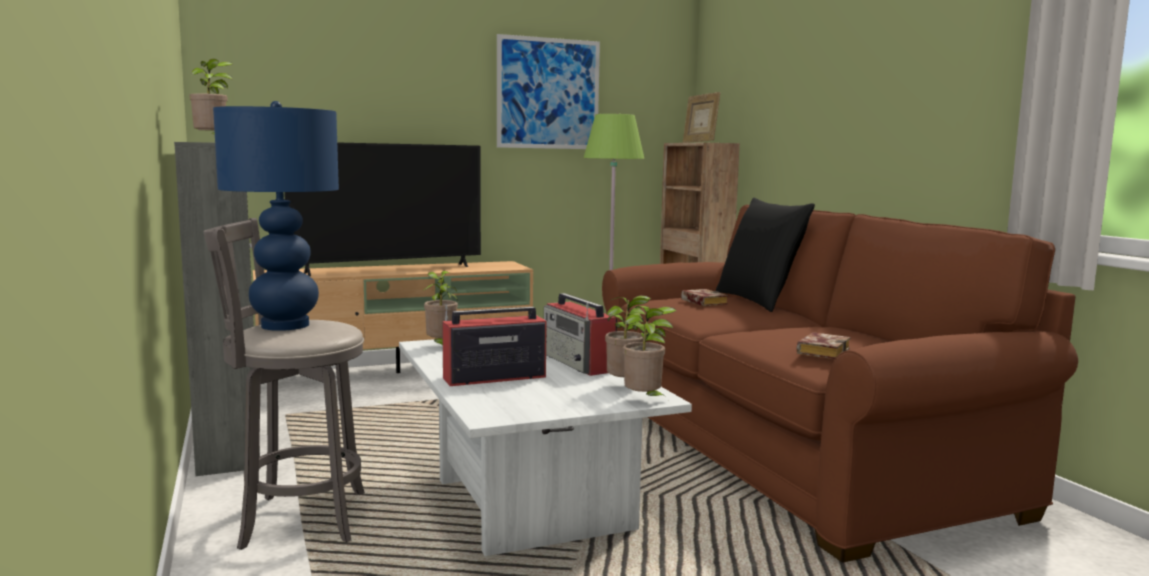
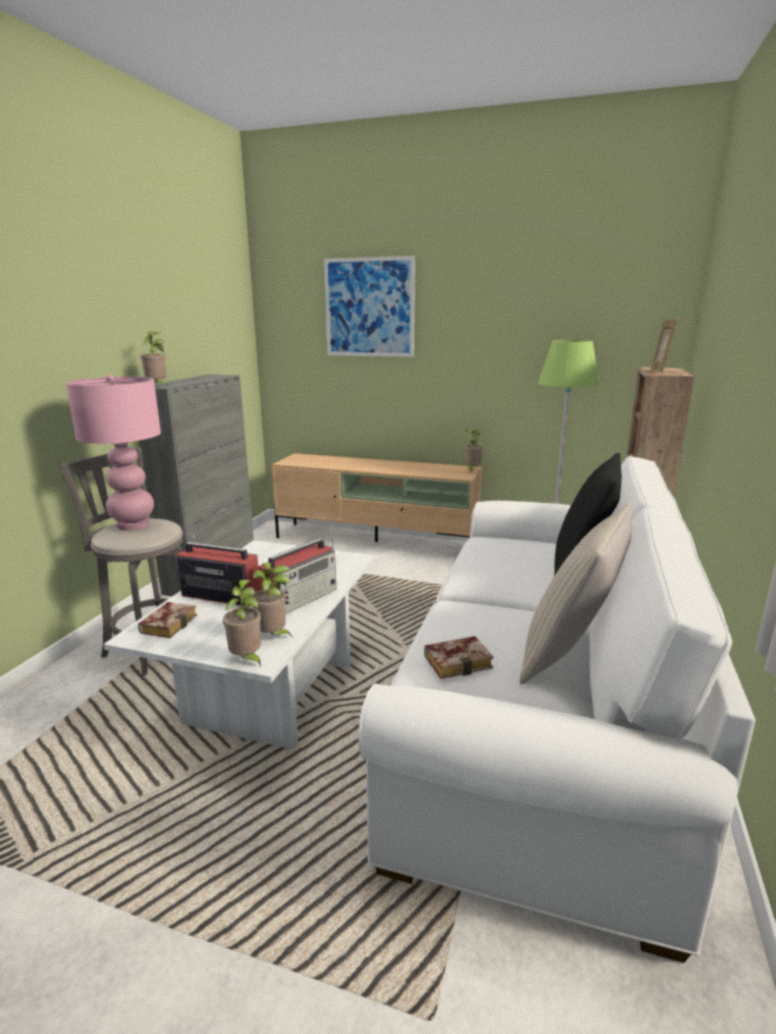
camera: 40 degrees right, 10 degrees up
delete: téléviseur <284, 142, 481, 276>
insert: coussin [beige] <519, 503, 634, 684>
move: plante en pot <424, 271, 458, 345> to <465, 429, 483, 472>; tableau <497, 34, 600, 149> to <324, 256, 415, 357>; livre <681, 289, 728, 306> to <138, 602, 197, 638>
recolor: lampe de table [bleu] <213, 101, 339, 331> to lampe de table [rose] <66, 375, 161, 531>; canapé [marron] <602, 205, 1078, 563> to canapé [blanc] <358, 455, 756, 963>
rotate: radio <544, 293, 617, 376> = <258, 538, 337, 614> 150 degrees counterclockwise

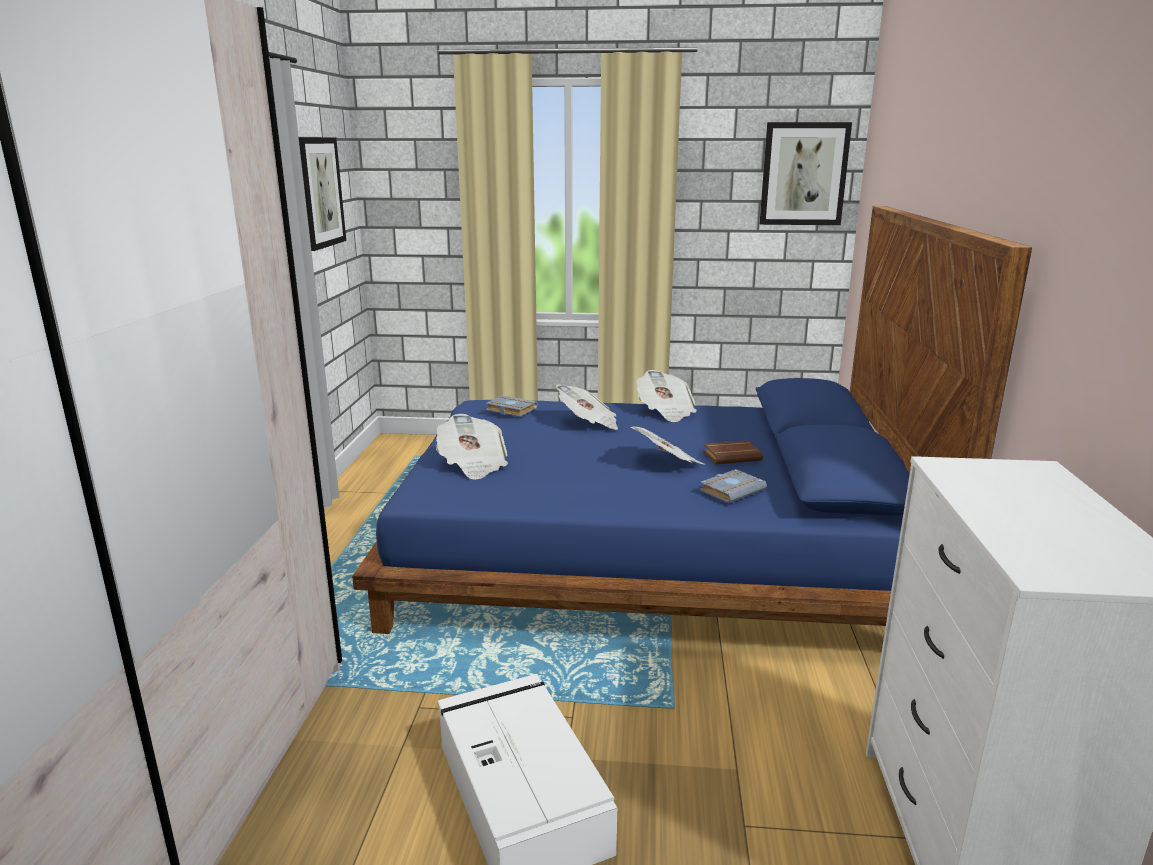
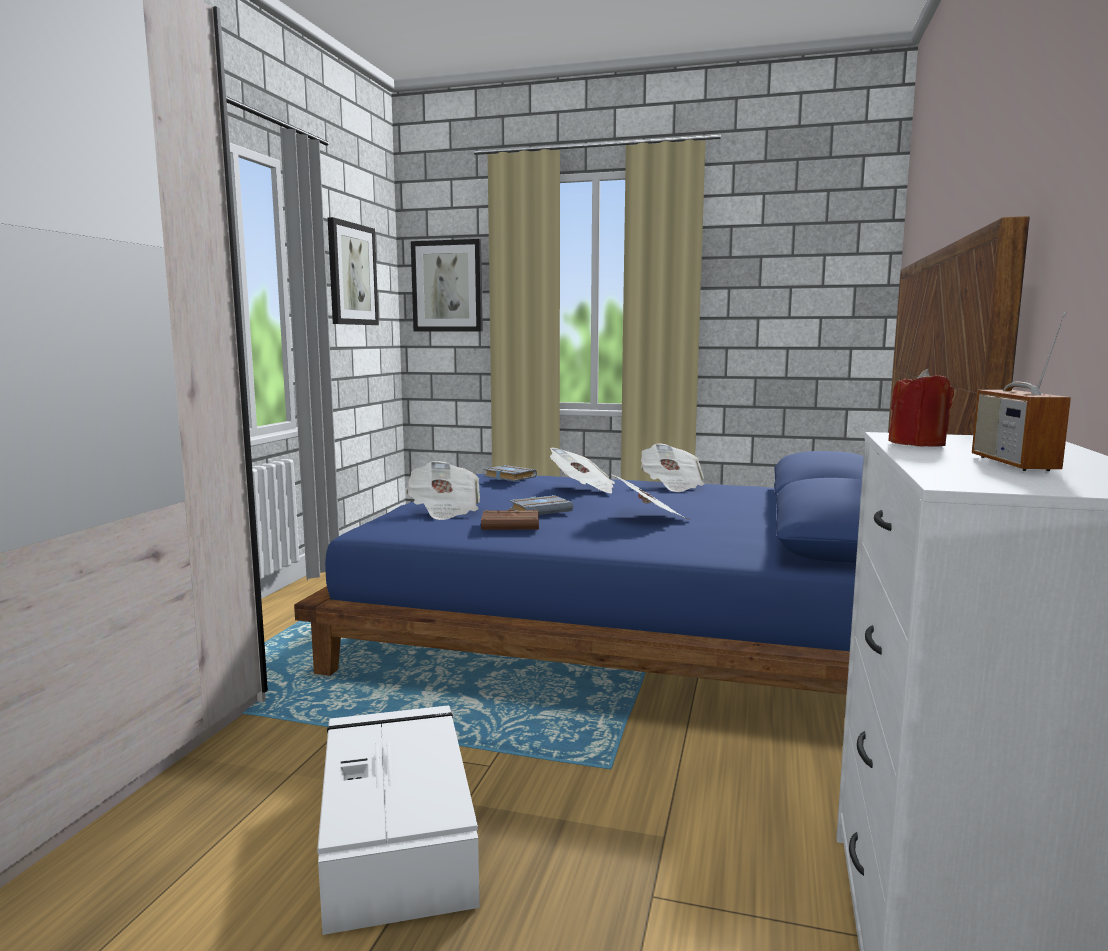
camera: 10 degrees right, 10 degrees down
insert: bougie [rouge] <888, 369, 954, 447>; radio <972, 312, 1071, 471>
move: livre [gris] <699, 469, 767, 504> to <510, 495, 573, 515>; livre [marron] <703, 441, 763, 464> to <481, 509, 539, 530>; tableau <760, 122, 852, 225> to <411, 239, 483, 332>

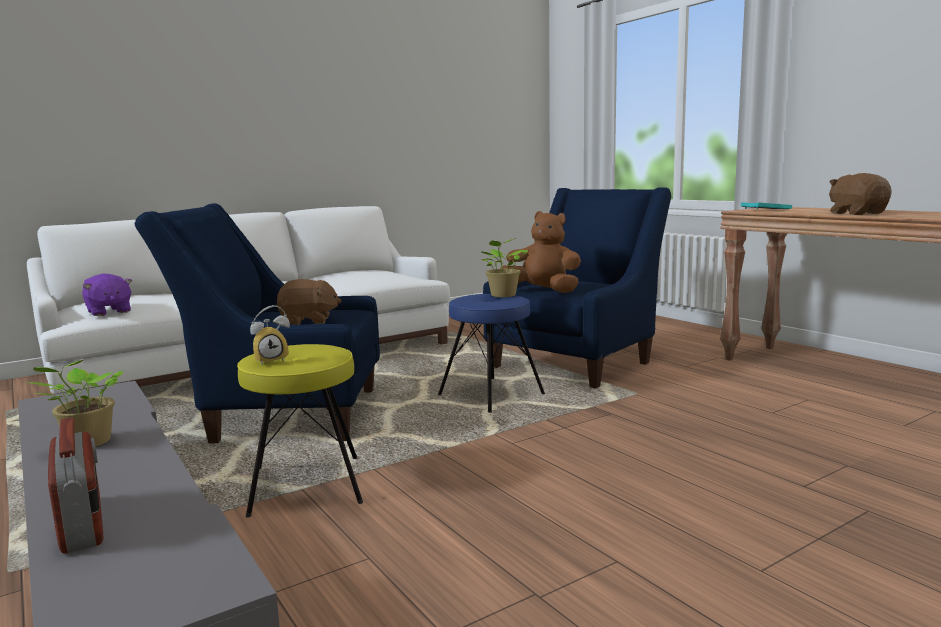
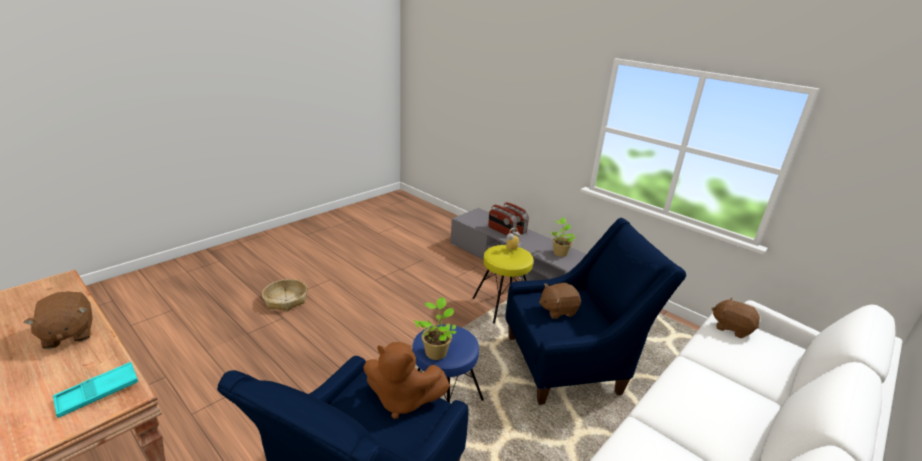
camera: 165 degrees right, 15 degrees up
insert: panier <262, 279, 307, 312>; radio <488, 205, 517, 236>
recolor: peluche [violet] <82, 274, 132, 316> to peluche [marron] <711, 297, 760, 338>

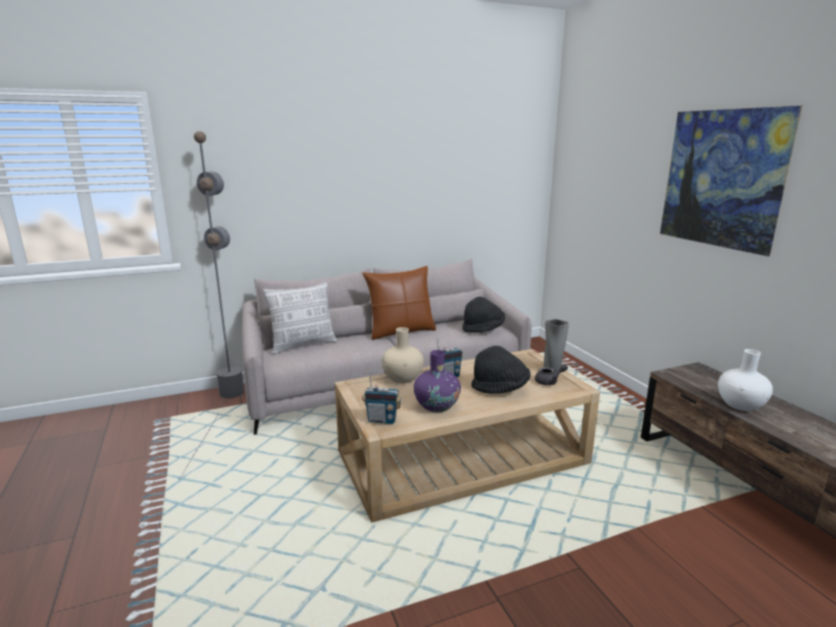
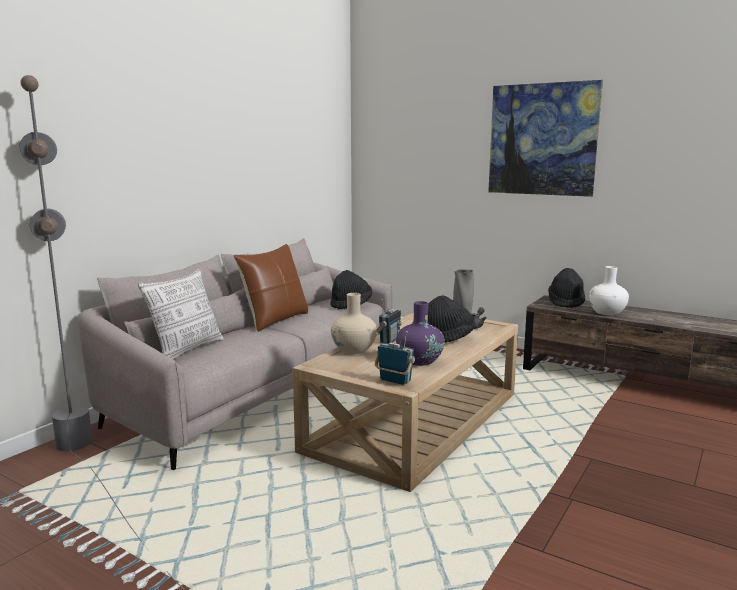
camera: 35 degrees left, 5 degrees down
insert: chapeau [noir] <548, 268, 585, 308>
rotate: radio <362, 372, 401, 424> = <375, 331, 415, 385> 120 degrees counterclockwise

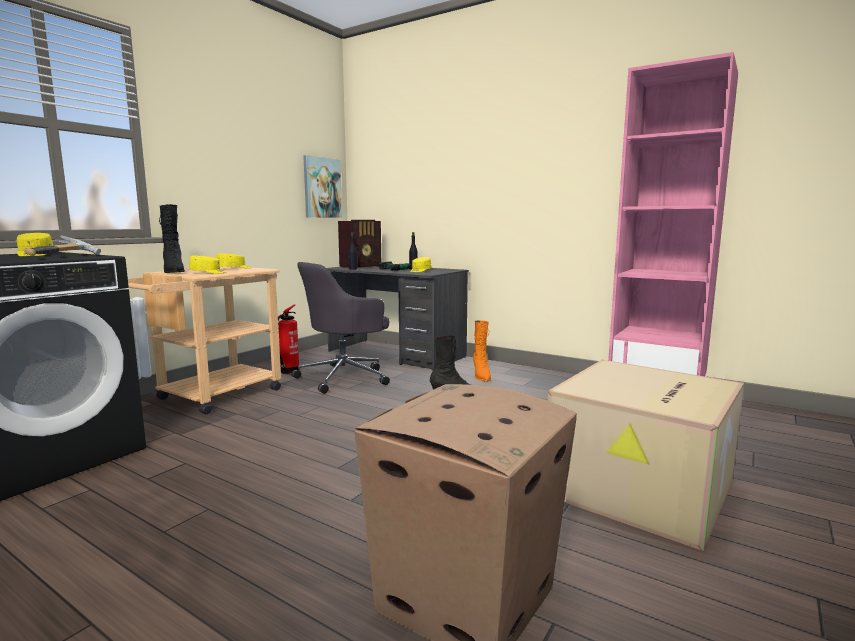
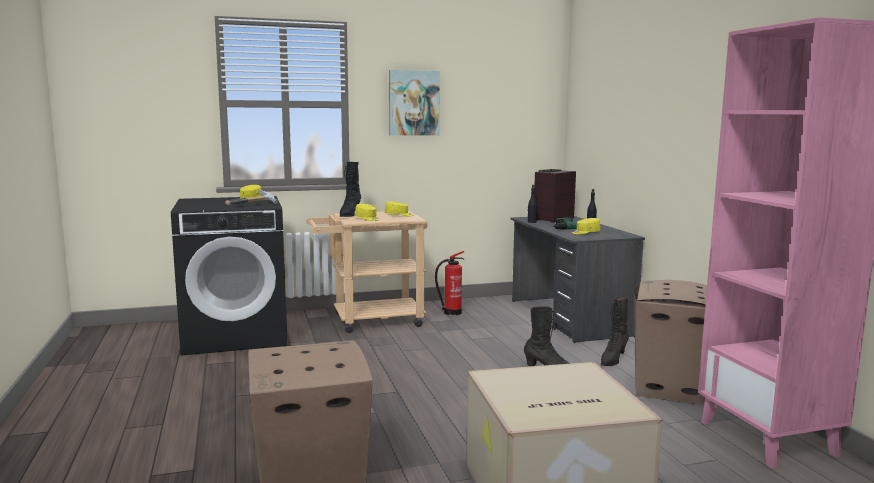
camera: 40 degrees right, 0 degrees up
delete: chaise de bureau [gris] <291, 262, 390, 393>
insert: carton <634, 280, 707, 405>
move: tableau <303, 155, 342, 218> to <389, 70, 440, 136>
recolor: botte [orange] <473, 321, 491, 381> to botte [noir] <601, 297, 629, 366>
rotate: radio <338, 220, 381, 268> = <534, 169, 576, 223> 135 degrees clockwise

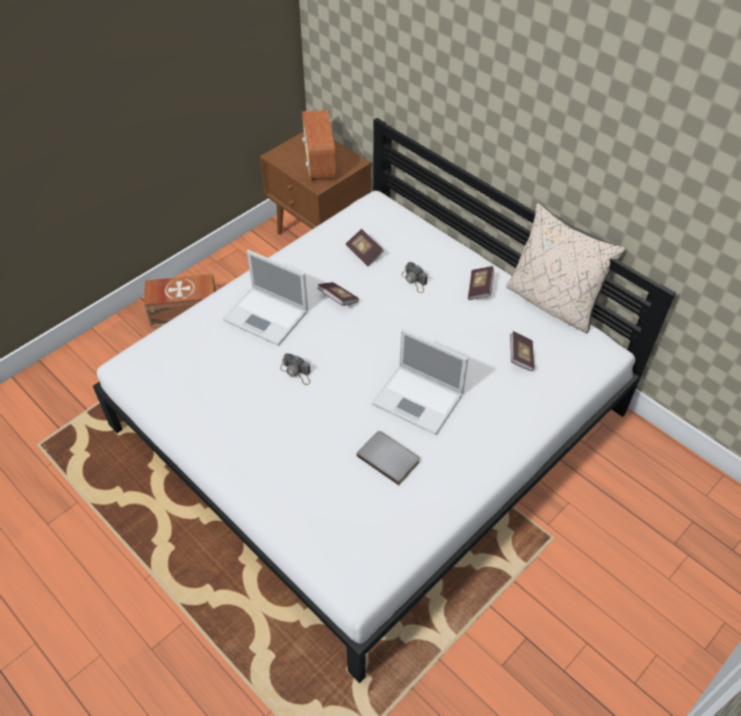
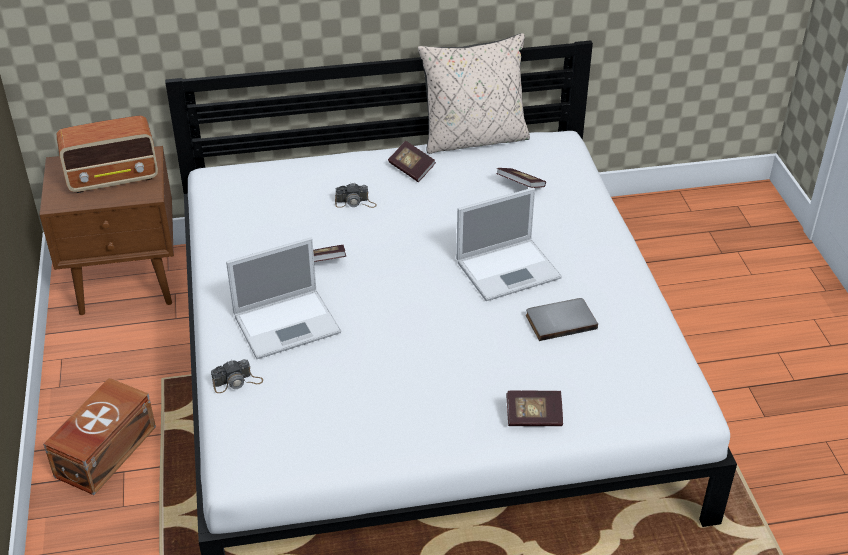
camera: 55 degrees left, 10 degrees down
move: appareil photo <280, 353, 311, 385> to <211, 359, 263, 393>; livre <346, 229, 384, 266> to <506, 391, 563, 426>
rotate: radio <302, 110, 336, 180> = <57, 116, 158, 193> 45 degrees counterclockwise

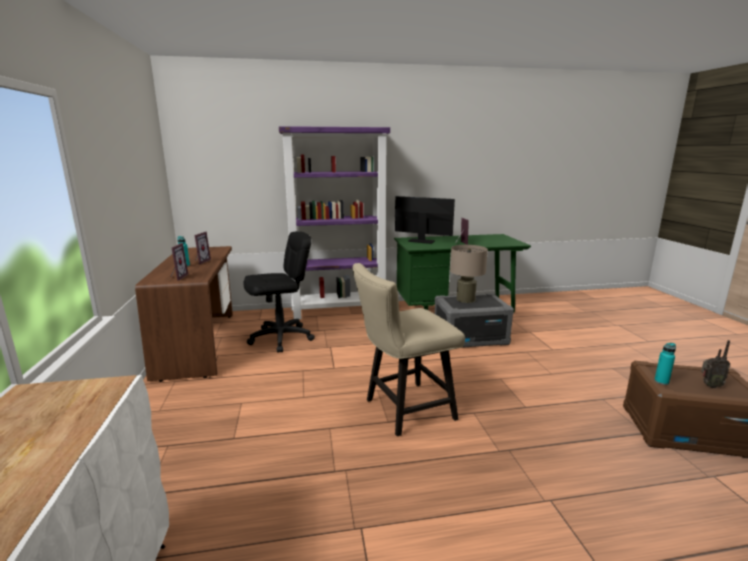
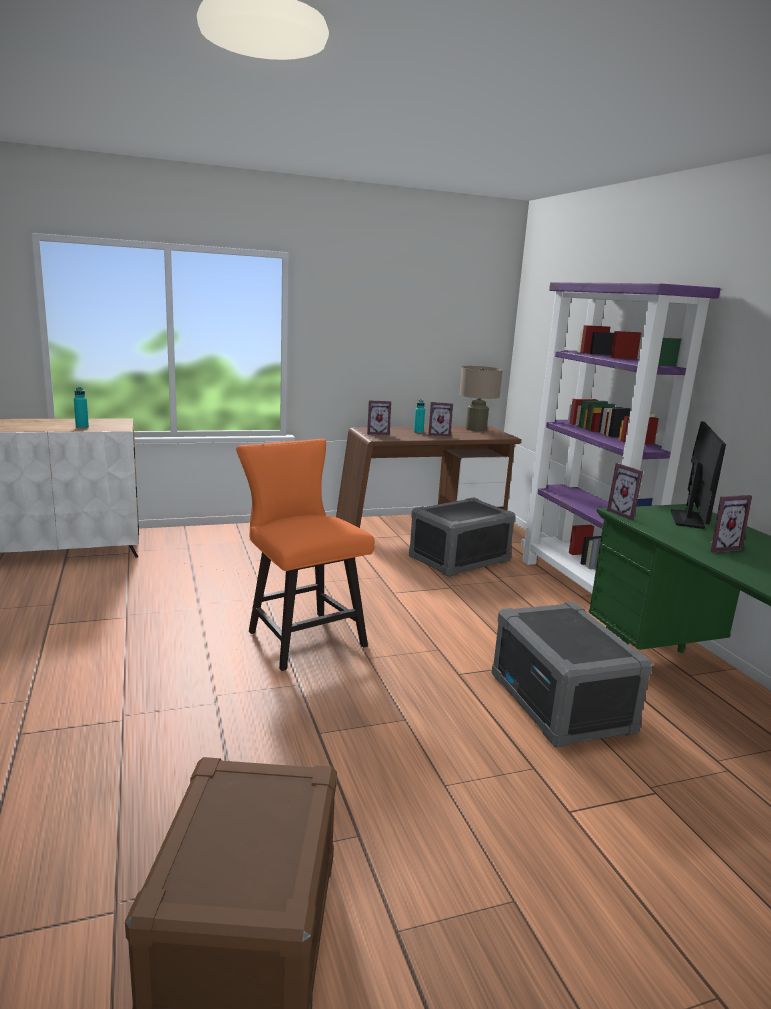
camera: 80 degrees right, 0 degrees up
delete: radio <701, 340, 731, 388>
insert: cadre photo <607, 463, 643, 521>
move: lampe de table [beige] <450, 245, 488, 303> to <459, 366, 503, 432>; bouteille [turquoise] <654, 343, 676, 385> to <74, 387, 89, 429>
replace: chaise de bureau [noir] <243, 231, 315, 352> to boîte de rangement [gris] <409, 497, 515, 577>
recolor: chaise [beige] <352, 263, 465, 436> to chaise [orange] <236, 439, 375, 671>

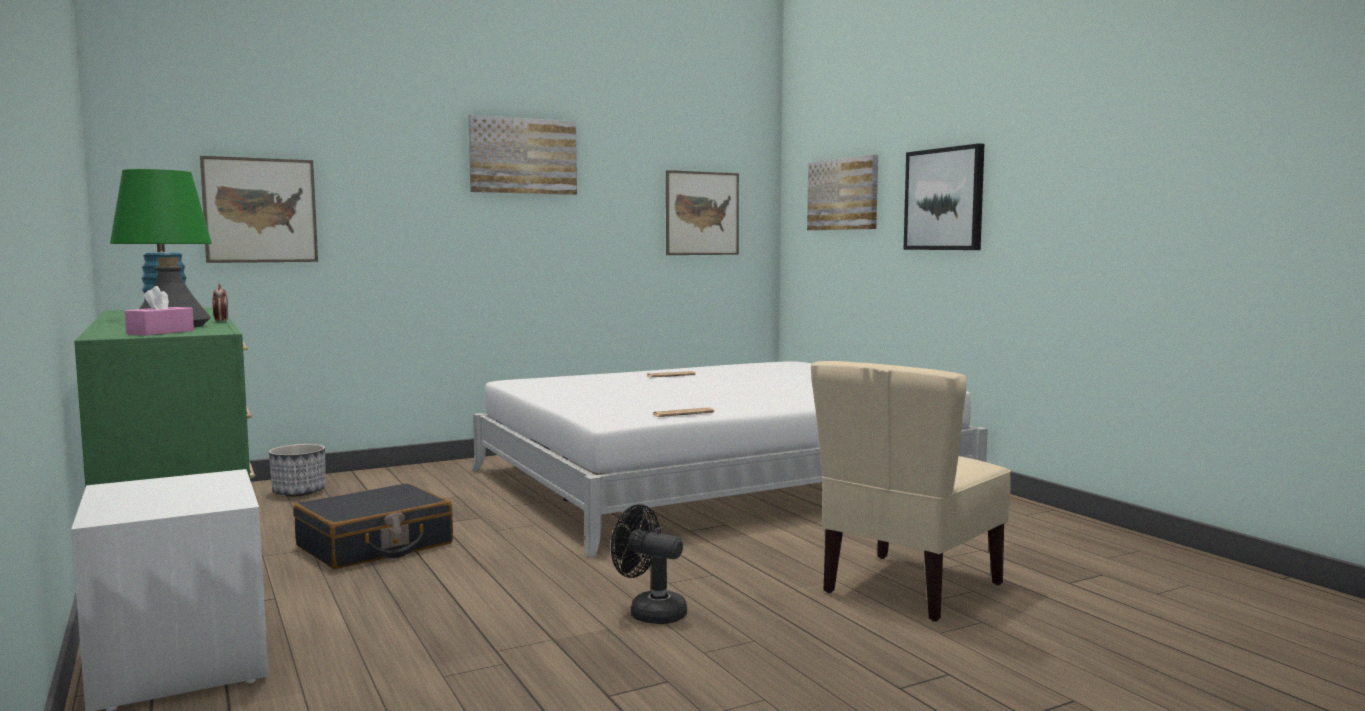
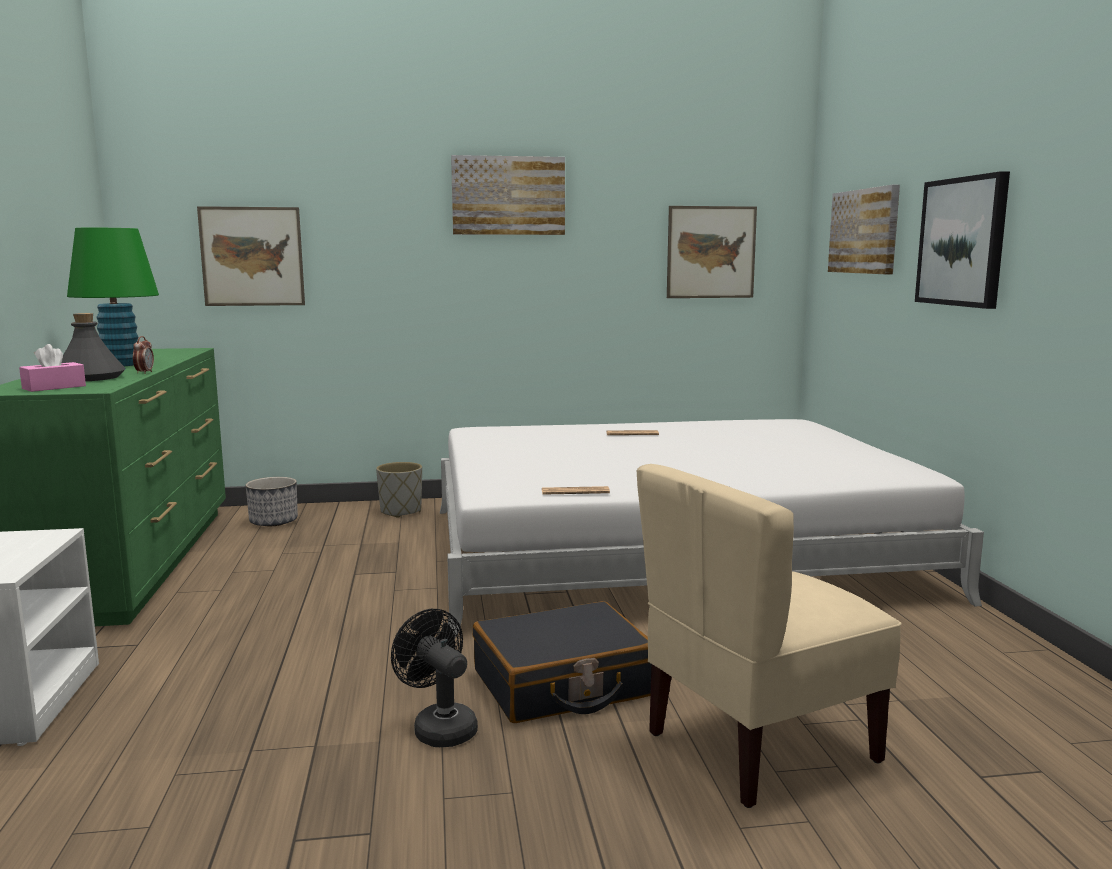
camera: 20 degrees right, 5 degrees up
insert: cache-pot [gris] <376, 462, 422, 518>
move: valise [noir] <293, 483, 453, 569> to <473, 601, 651, 723>

